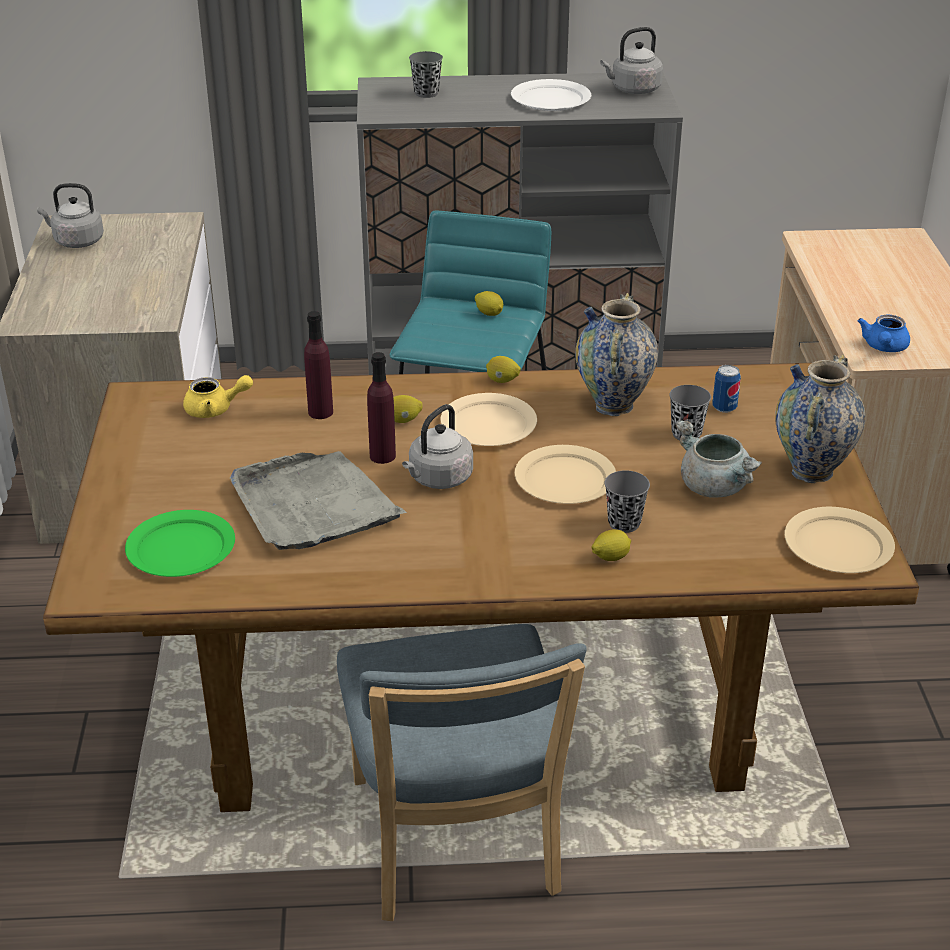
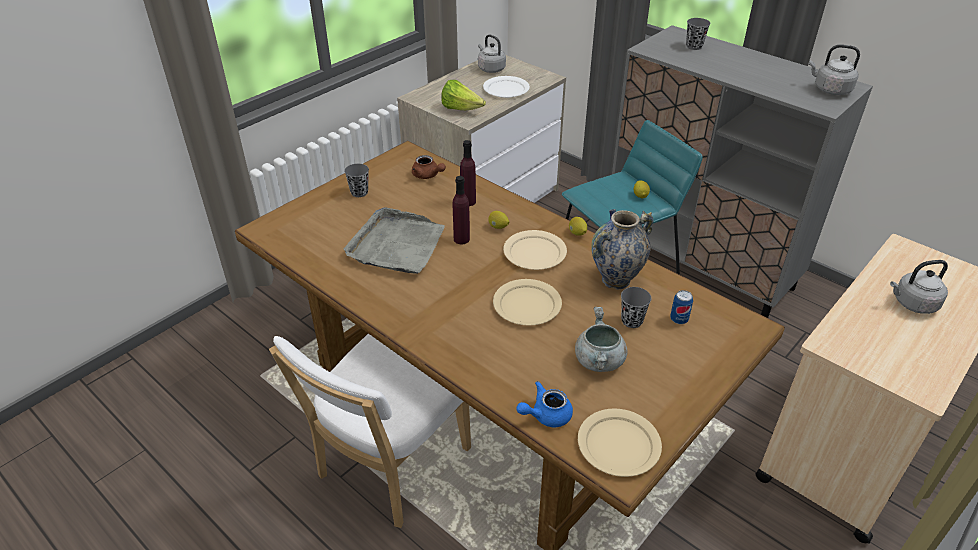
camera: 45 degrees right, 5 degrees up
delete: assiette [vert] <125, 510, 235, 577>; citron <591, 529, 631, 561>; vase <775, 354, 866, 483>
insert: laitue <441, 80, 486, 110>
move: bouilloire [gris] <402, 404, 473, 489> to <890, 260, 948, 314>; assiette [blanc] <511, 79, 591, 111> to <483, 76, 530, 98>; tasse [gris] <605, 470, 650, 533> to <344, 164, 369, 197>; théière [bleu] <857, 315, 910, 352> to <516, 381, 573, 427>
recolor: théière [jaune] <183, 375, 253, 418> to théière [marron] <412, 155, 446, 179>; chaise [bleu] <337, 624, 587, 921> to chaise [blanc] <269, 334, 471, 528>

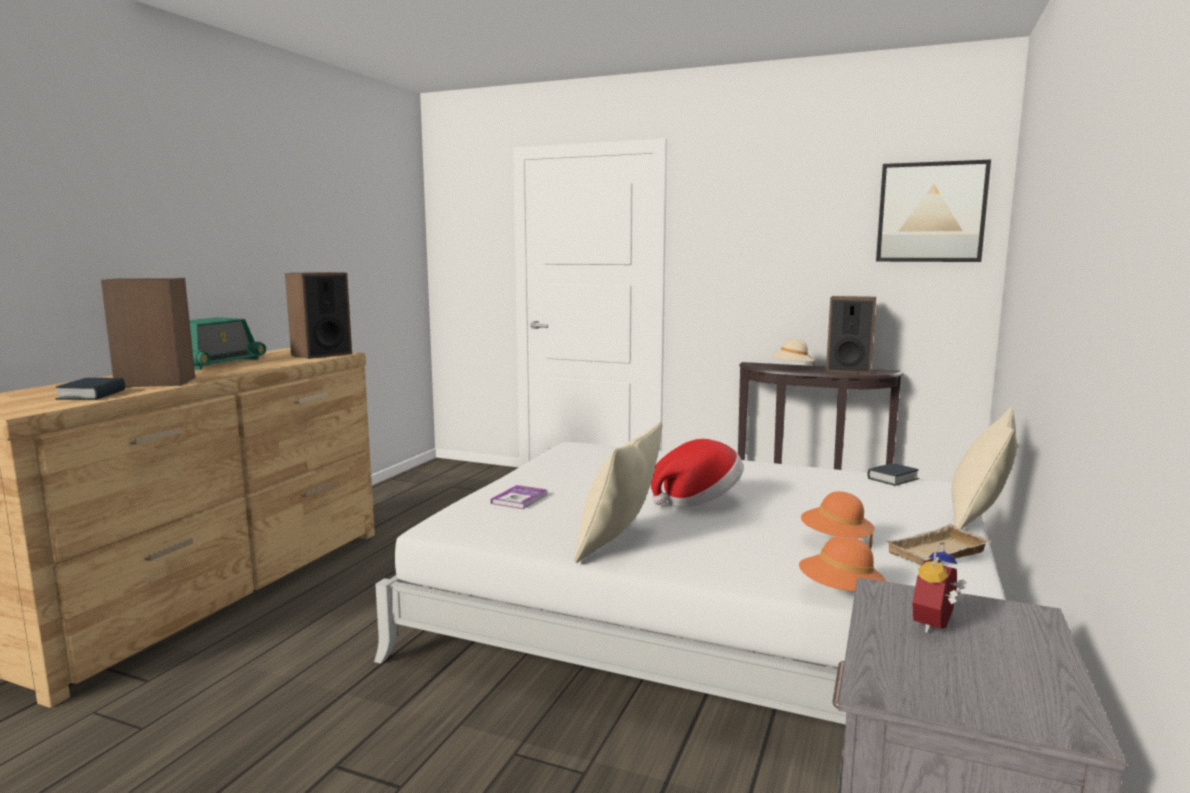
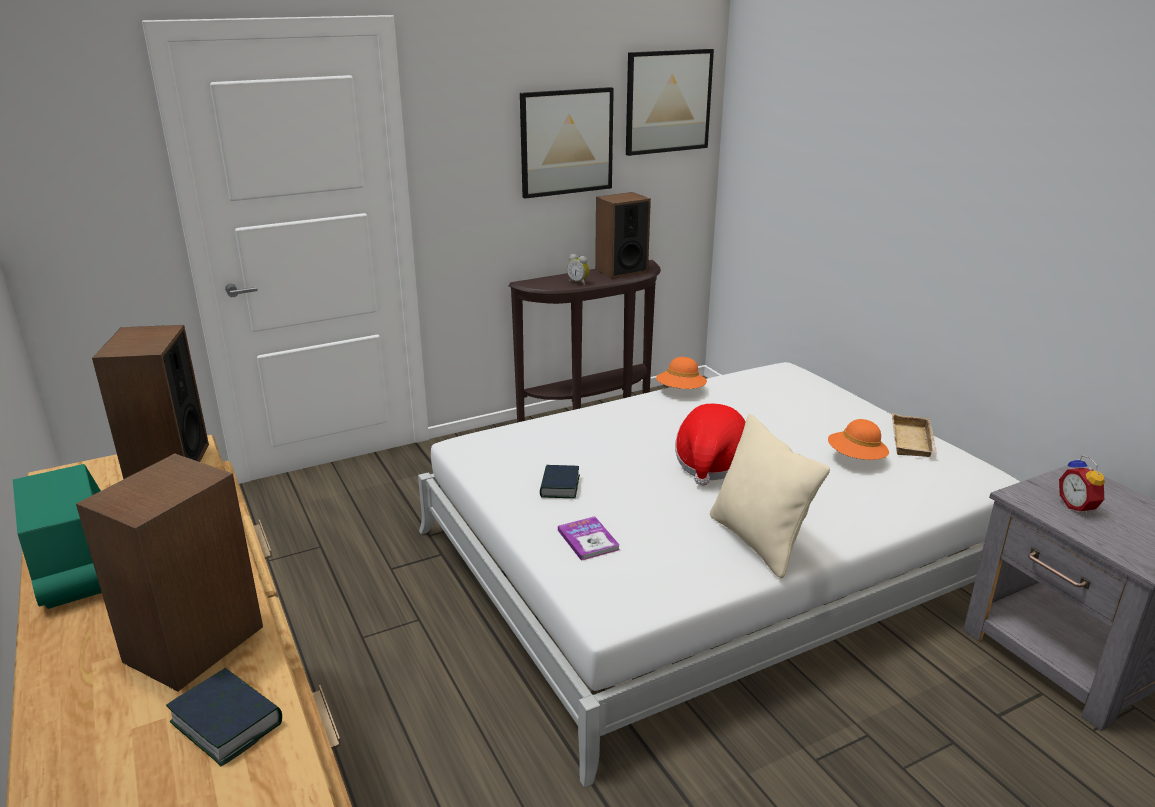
camera: 50 degrees left, 15 degrees up
delete: coussin [beige] <951, 407, 1017, 530>
insert: tableau <520, 87, 614, 199>
move: chapeau [orange] <799, 535, 886, 591> to <656, 357, 707, 389>; livre <868, 463, 919, 486> to <540, 465, 580, 498>
replace: chapeau [beige] <770, 339, 814, 369> to réveil <567, 254, 590, 285>

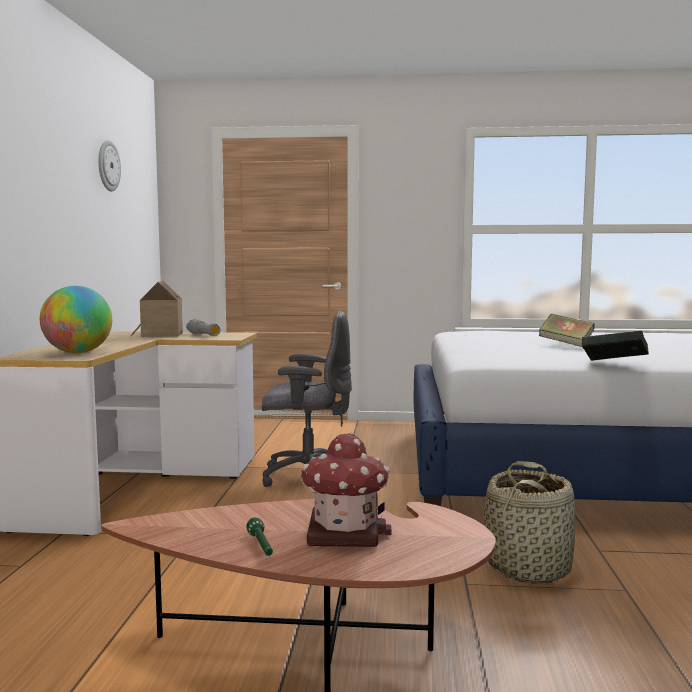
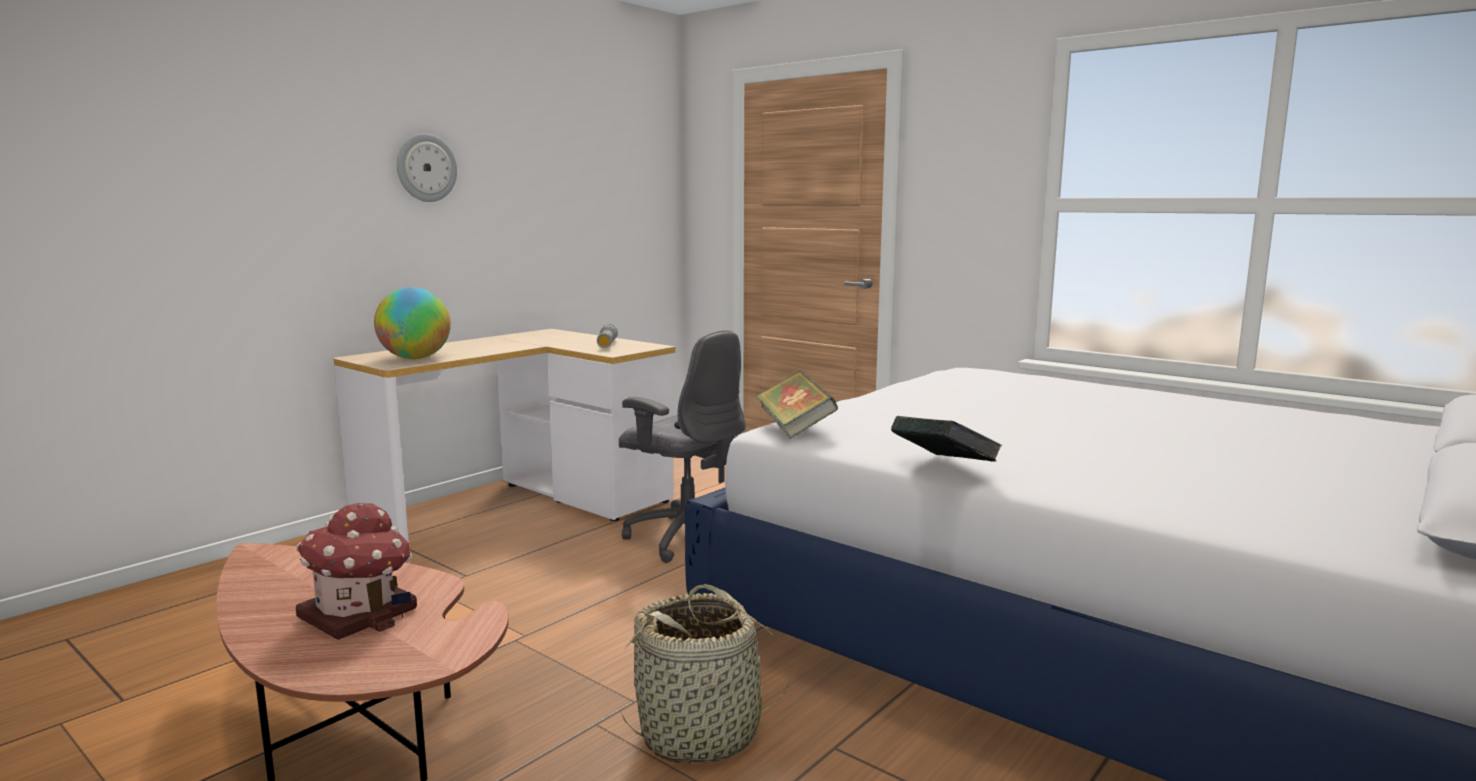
camera: 35 degrees right, 5 degrees up
delete: maison miniature <131, 281, 183, 337>; lampe de poche [vert] <246, 517, 273, 556>
move: horloge murale <98, 140, 121, 192> to <397, 134, 457, 202>; livre <539, 314, 595, 347> to <756, 371, 838, 438>

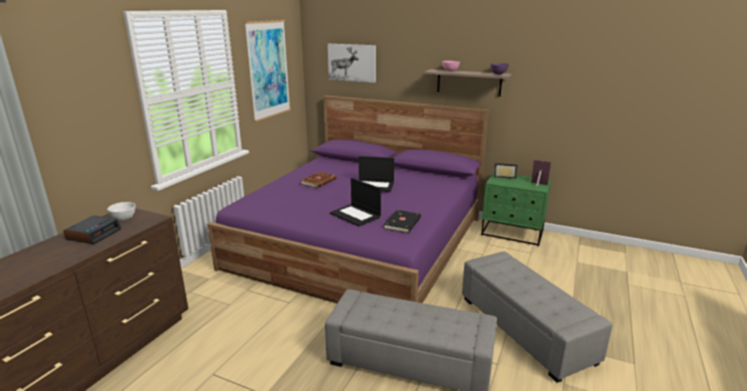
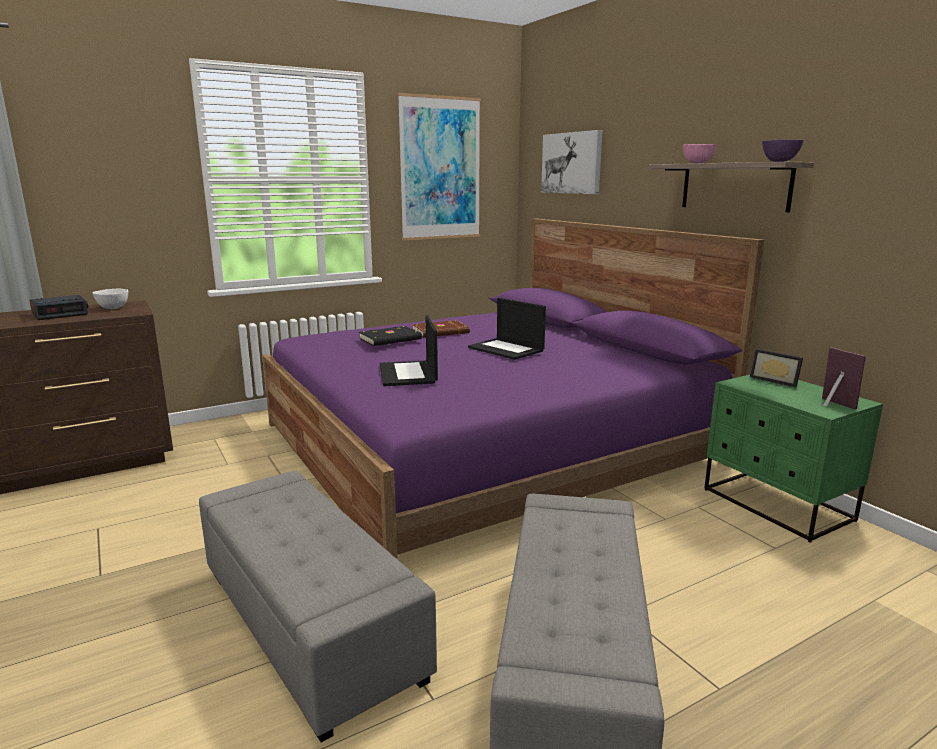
camera: 35 degrees right, 5 degrees down
move: livre [noir] <384, 210, 421, 233> to <359, 326, 422, 346>

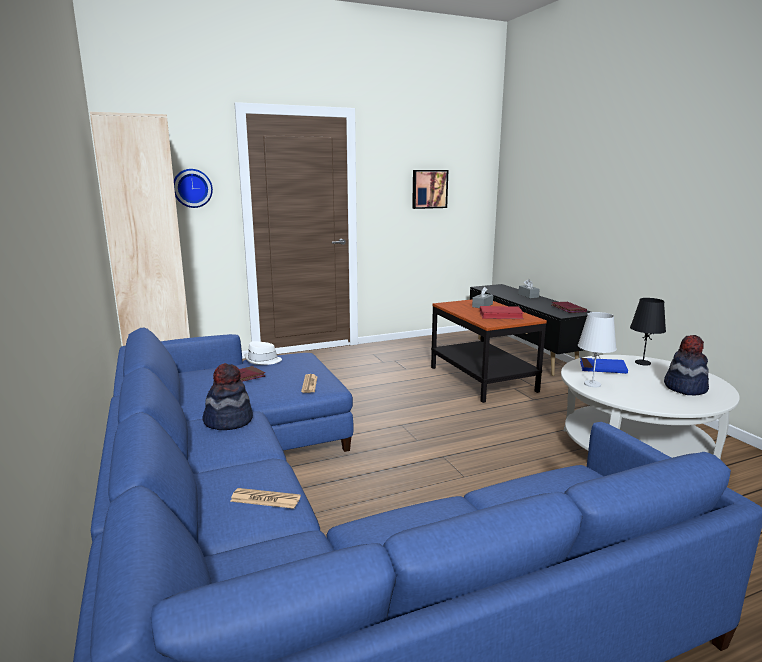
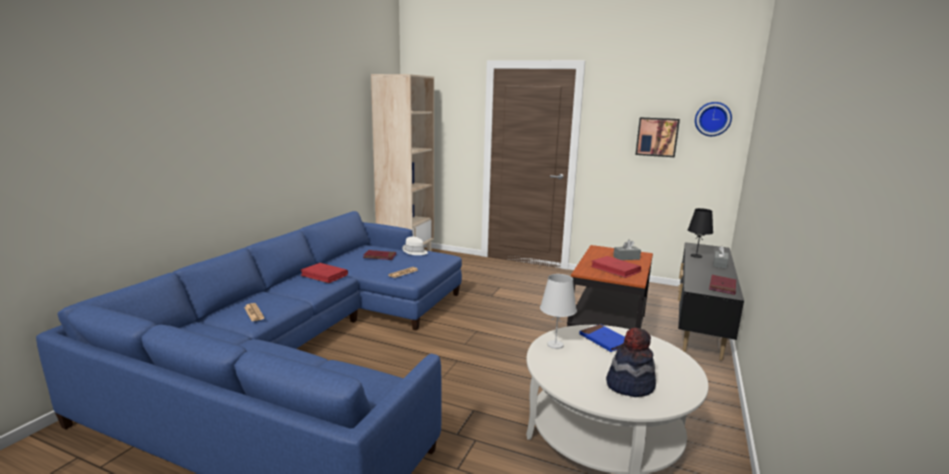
camera: 45 degrees right, 0 degrees up
move: horloge murale <174, 169, 213, 208> to <695, 102, 732, 136>; lampe de table [noir] <630, 298, 666, 366> to <688, 208, 713, 258>
replace: chapeau <202, 363, 253, 430> to livre [rouge] <301, 263, 348, 283>

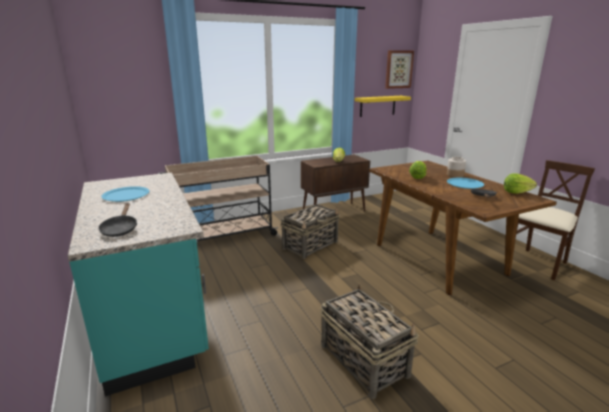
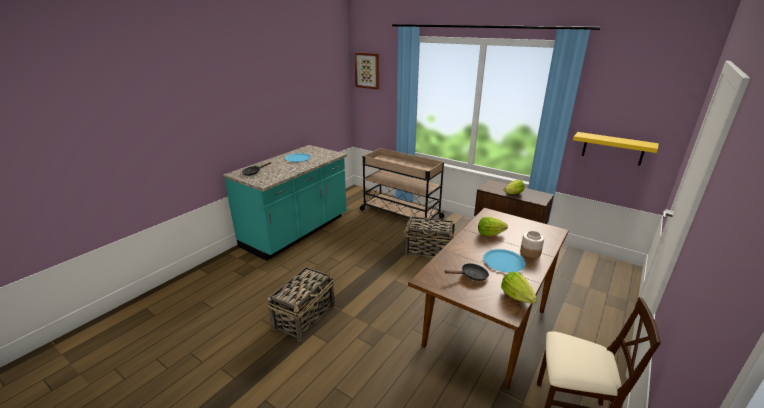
camera: 60 degrees right, 5 degrees up
move: tableau <385, 50, 414, 89> to <354, 52, 379, 90>

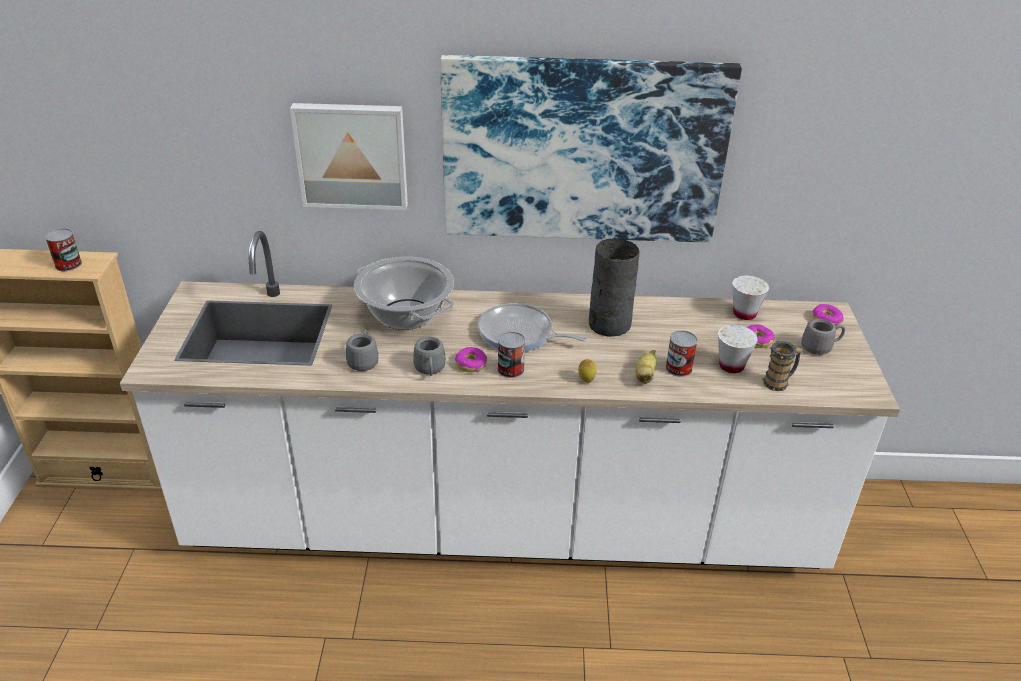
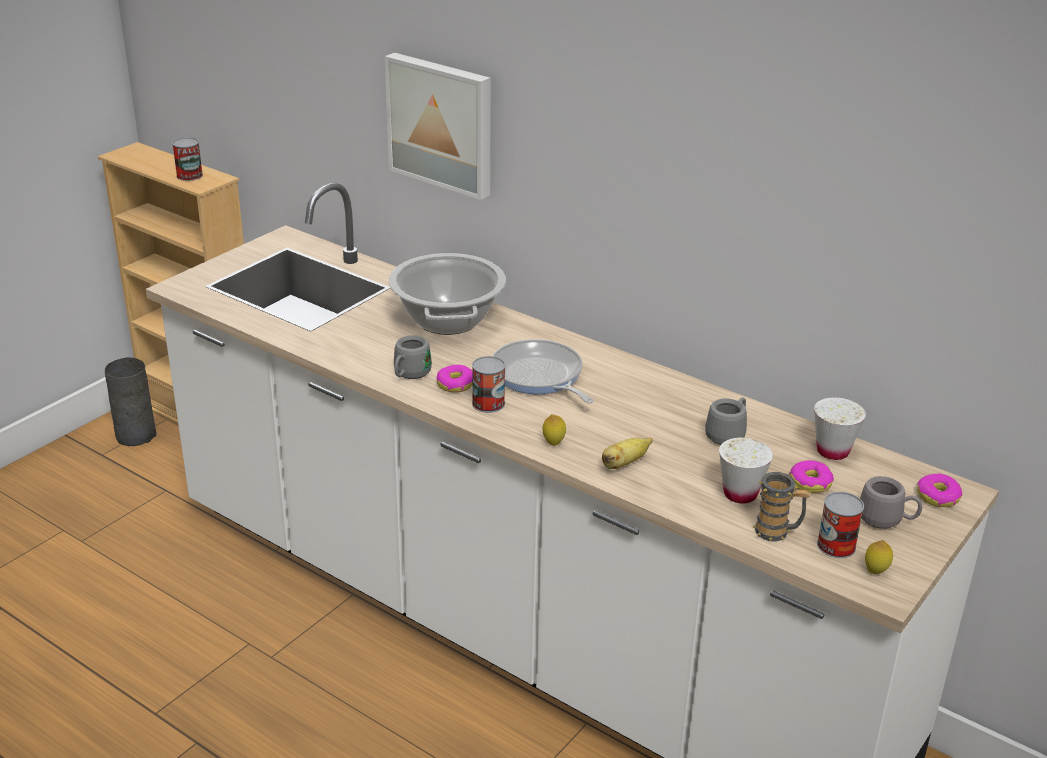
camera: 35 degrees right, 5 degrees down
delete: tableau <440, 55, 742, 243>
insert: citron <865, 540, 893, 574>
move: mug [gris] <346, 329, 379, 371> to <705, 397, 747, 445>; vase [gris] <589, 239, 640, 337> to <105, 357, 156, 446>; boîte métallique <665, 330, 698, 377> to <817, 492, 864, 558>

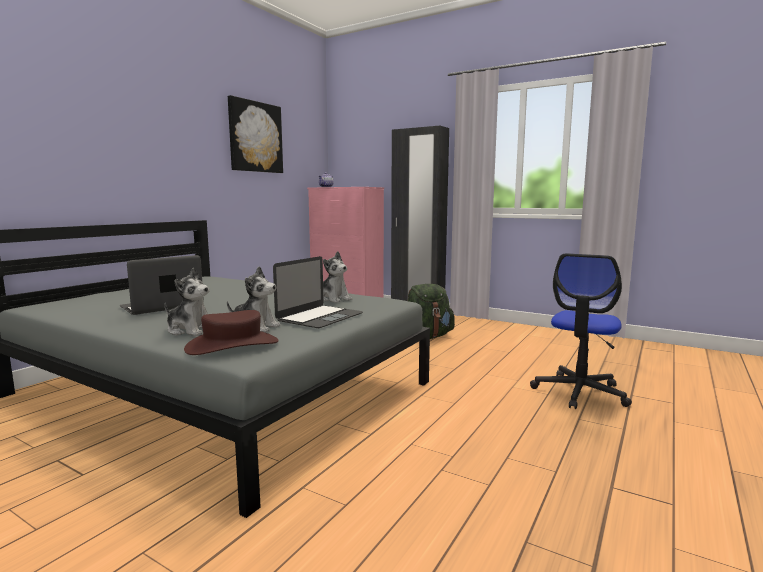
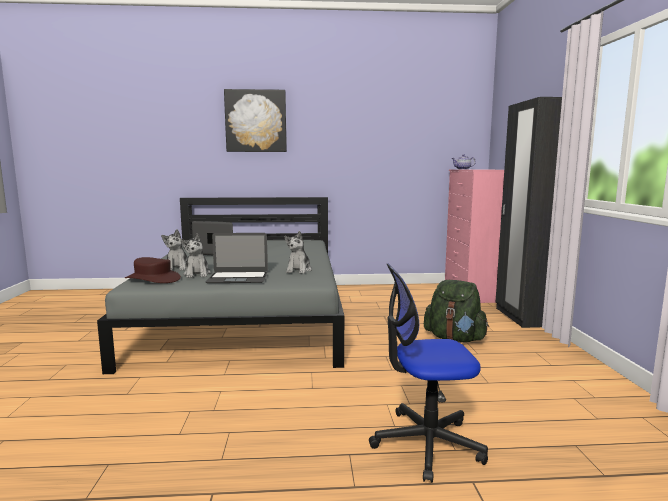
camera: 55 degrees right, 0 degrees up
move: tableau <228, 95, 283, 173> to <224, 89, 287, 152>

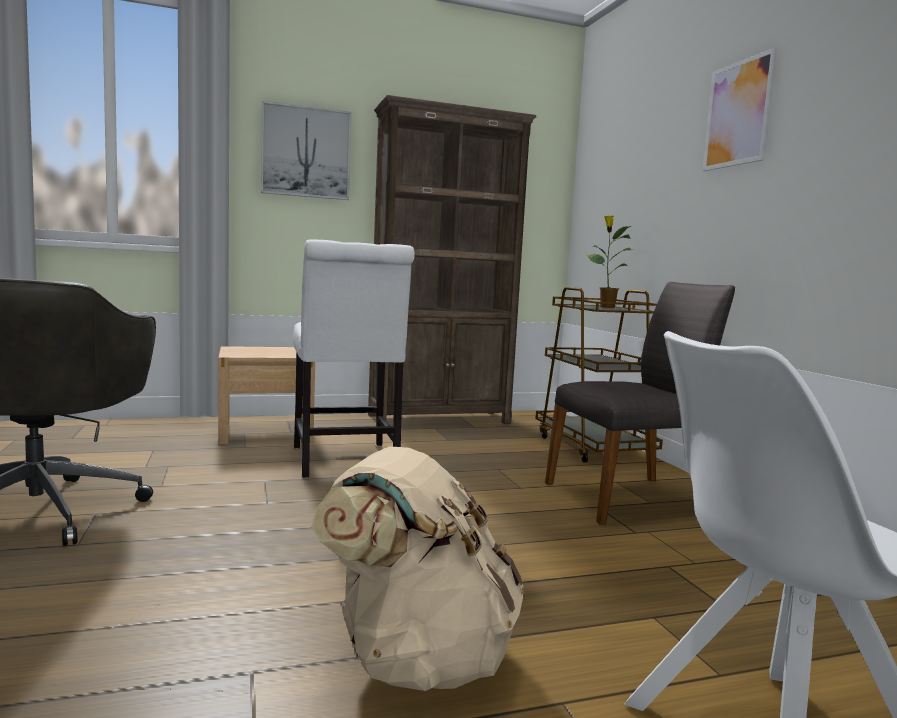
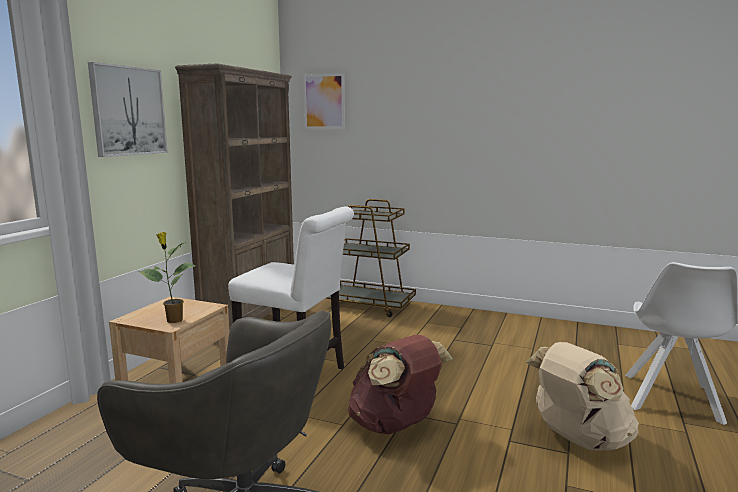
camera: 50 degrees left, 5 degrees up
delete: chaise [gris] <545, 282, 735, 525>
insert: sac à dos [marron] <348, 335, 453, 434>
move: plante en pot <586, 215, 633, 308> to <139, 232, 196, 323>; tableau <703, 47, 777, 171> to <303, 73, 345, 129>

